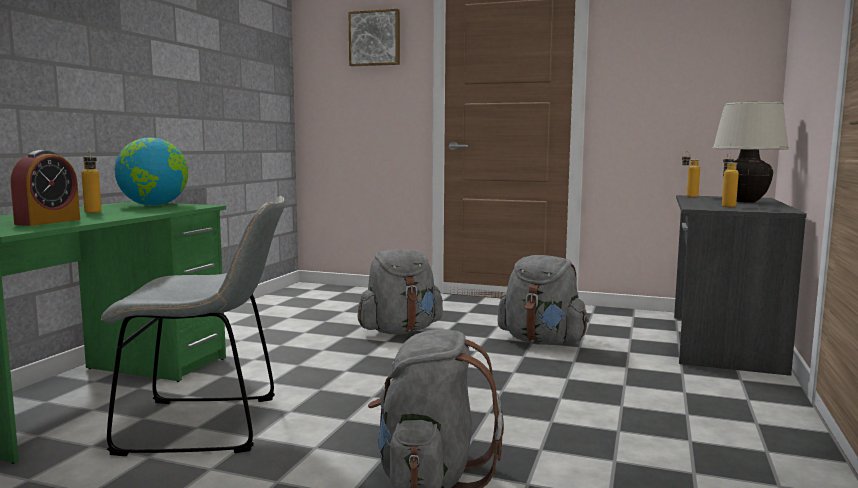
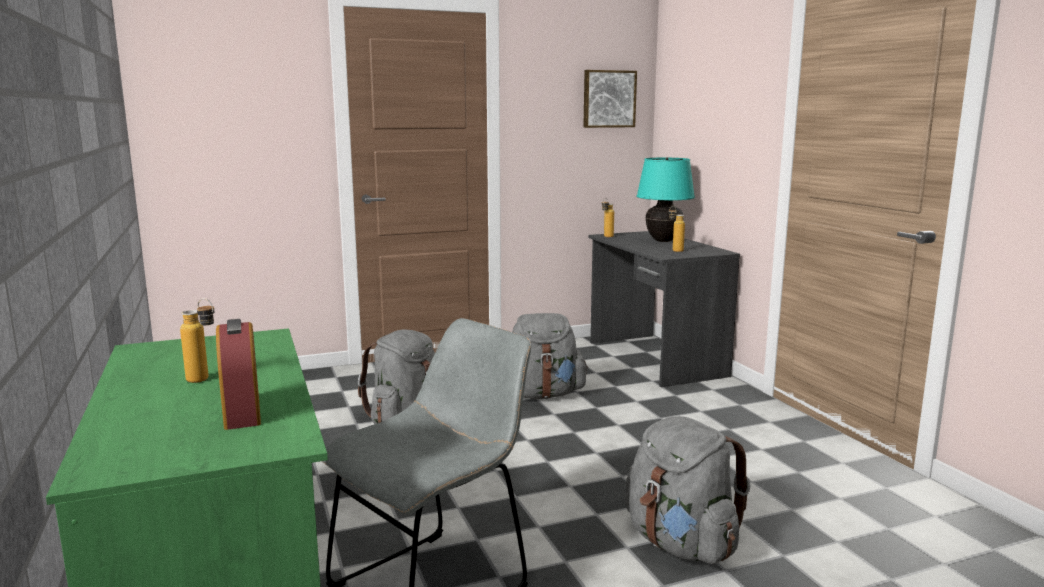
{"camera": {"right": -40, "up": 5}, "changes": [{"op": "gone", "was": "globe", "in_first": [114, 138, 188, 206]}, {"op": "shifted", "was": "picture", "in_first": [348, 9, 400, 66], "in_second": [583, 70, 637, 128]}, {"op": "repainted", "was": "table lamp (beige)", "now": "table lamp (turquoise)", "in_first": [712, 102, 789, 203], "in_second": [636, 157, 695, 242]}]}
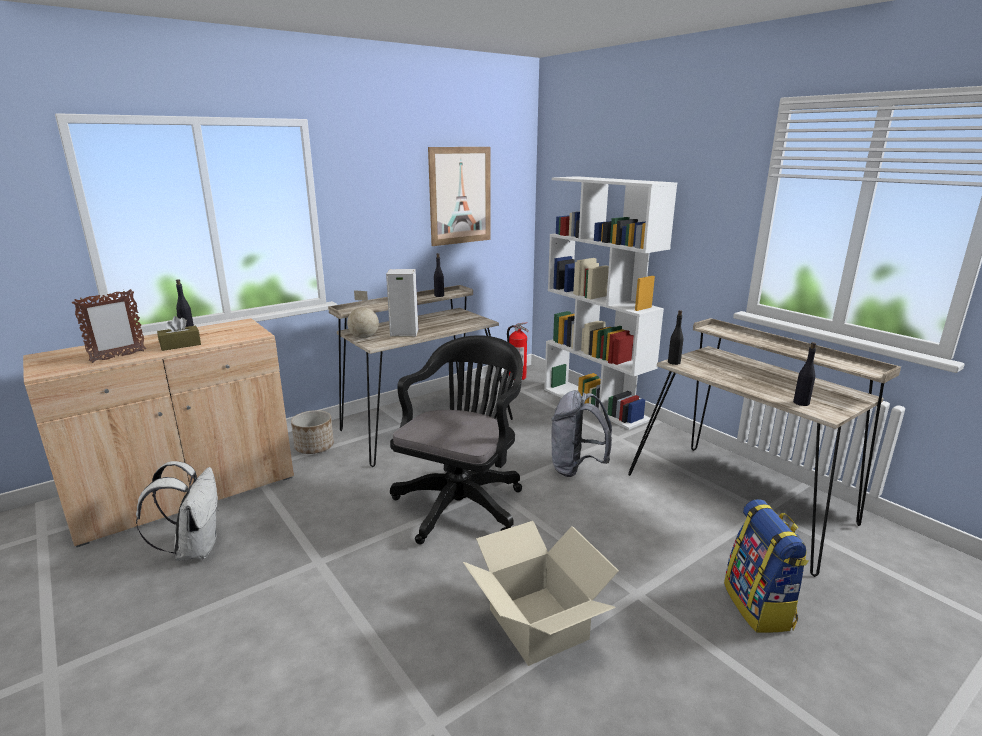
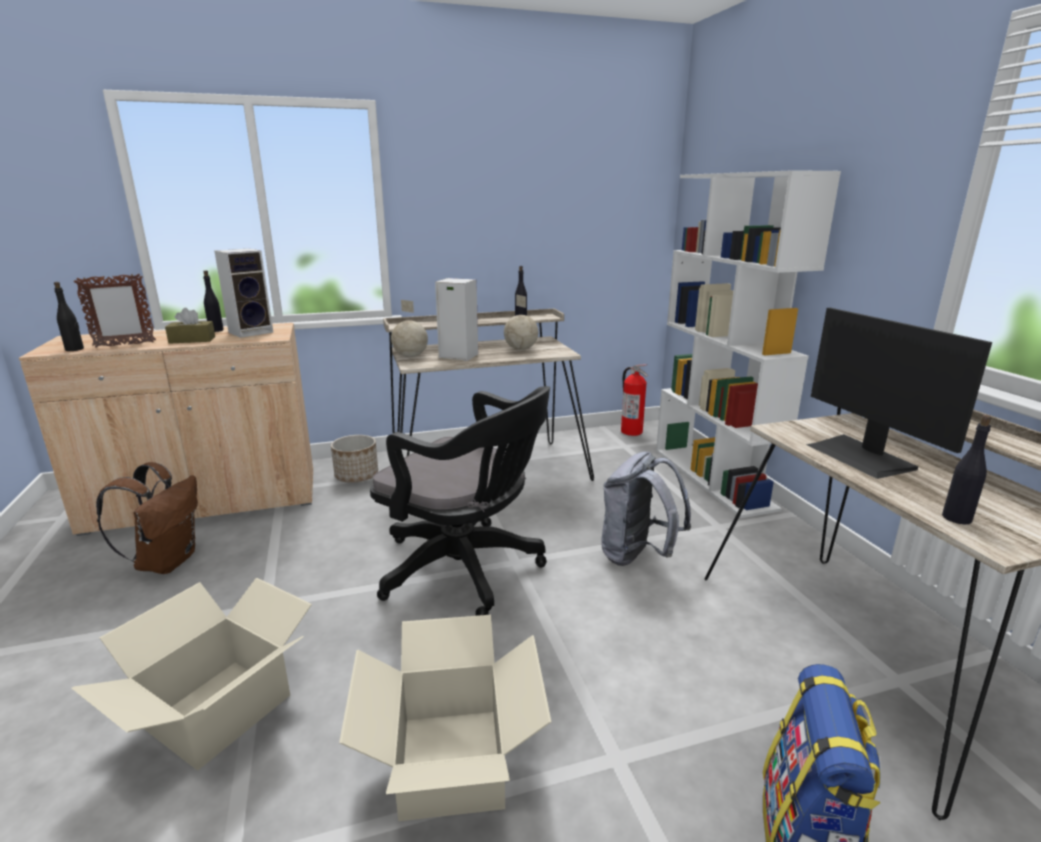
{"camera": {"right": 20, "up": 0}, "changes": [{"op": "gone", "was": "picture", "in_first": [428, 147, 491, 246]}, {"op": "new", "now": "cardboard box", "in_second": [72, 578, 312, 771]}, {"op": "new", "now": "speaker", "in_second": [214, 248, 273, 338]}, {"op": "new", "now": "globe", "in_second": [504, 294, 538, 350]}, {"op": "new", "now": "monitor", "in_second": [805, 308, 992, 479]}, {"op": "shifted", "was": "bottle (black)", "in_first": [668, 310, 683, 365], "in_second": [54, 282, 84, 351]}, {"op": "repainted", "was": "backpack (white)", "now": "backpack (brown)", "in_first": [136, 461, 219, 561], "in_second": [96, 462, 198, 574]}, {"op": "rotated", "was": "office chair (black)", "in_first": [390, 335, 523, 545], "in_second": [370, 386, 550, 616], "clockwise": 75}]}
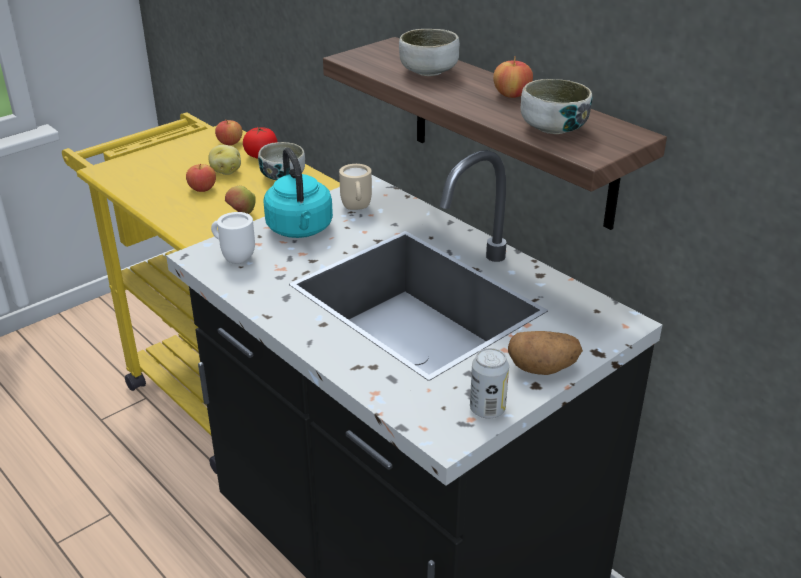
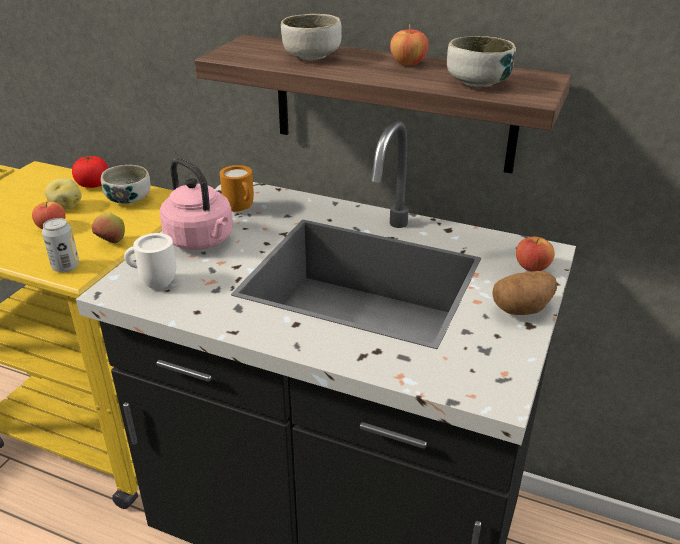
{"camera": {"right": -25, "up": 0}, "changes": [{"op": "shifted", "was": "apple", "in_first": [215, 119, 242, 145], "in_second": [516, 237, 555, 272]}, {"op": "shifted", "was": "can", "in_first": [470, 348, 509, 419], "in_second": [42, 218, 79, 272]}, {"op": "repainted", "was": "kettle (turquoise)", "now": "kettle (pink)", "in_first": [263, 147, 333, 238], "in_second": [159, 158, 233, 250]}, {"op": "repainted", "was": "mug (beige)", "now": "mug (orange)", "in_first": [339, 164, 372, 210], "in_second": [220, 165, 254, 212]}]}
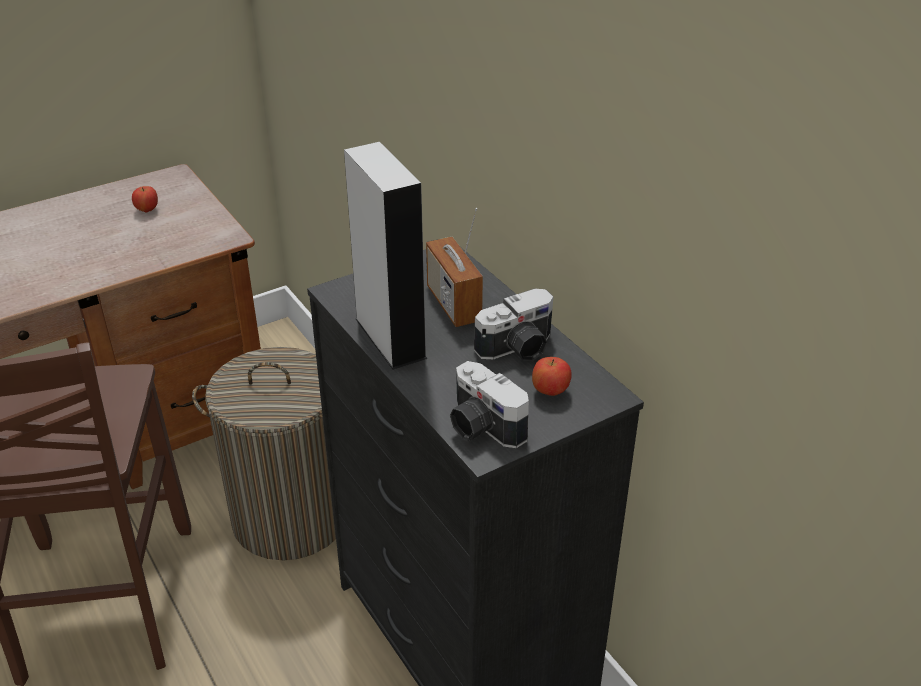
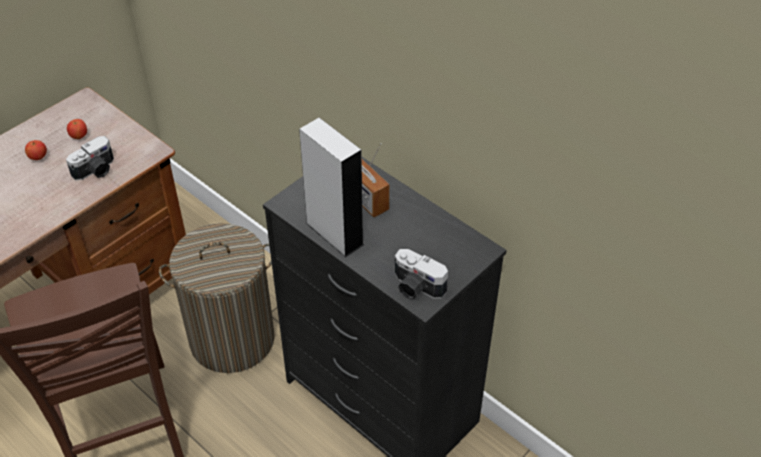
{"camera": {"right": -15, "up": 10}, "changes": [{"op": "shifted", "was": "photo camera", "in_first": [474, 289, 554, 361], "in_second": [66, 136, 114, 181]}, {"op": "shifted", "was": "apple", "in_first": [532, 357, 571, 396], "in_second": [25, 140, 47, 160]}]}
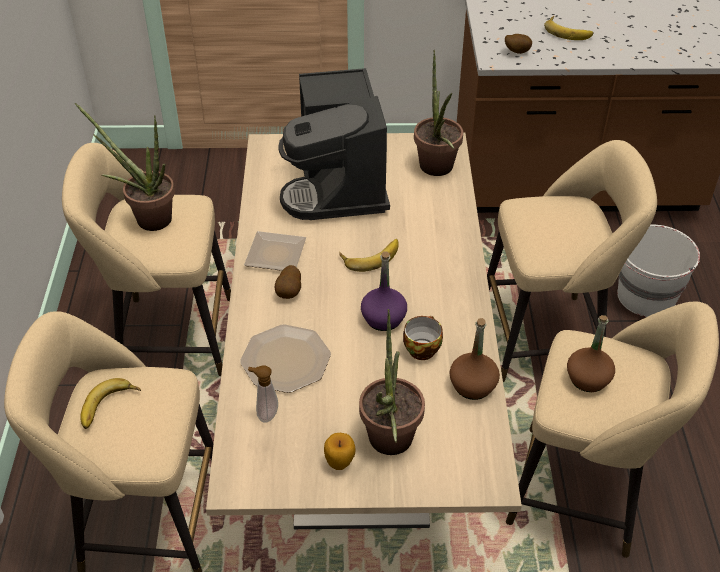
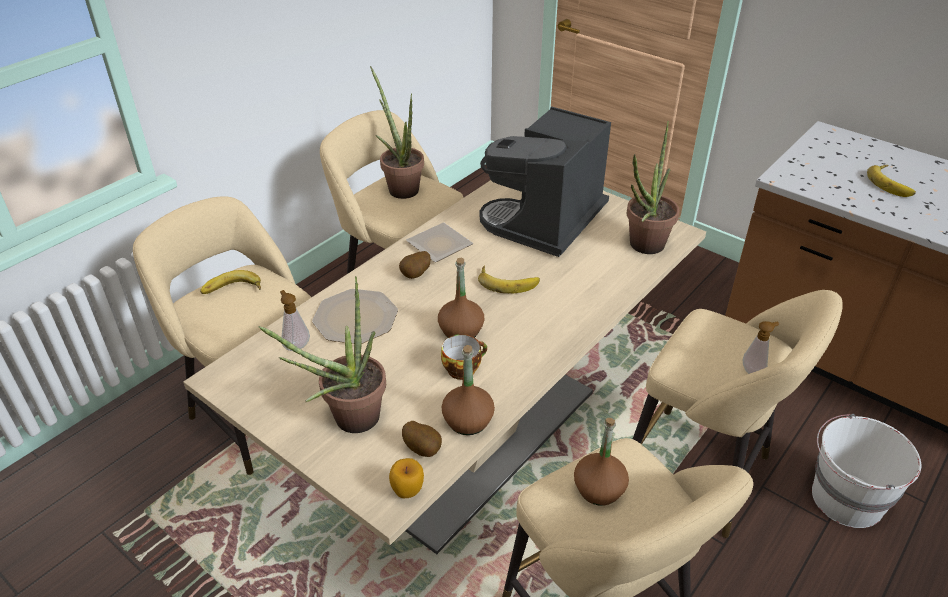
{"camera": {"right": 40, "up": -5}, "changes": [{"op": "new", "now": "soap dispenser", "in_second": [743, 321, 779, 374]}, {"op": "shifted", "was": "apple", "in_first": [324, 433, 355, 470], "in_second": [389, 458, 424, 498]}, {"op": "shifted", "was": "potato", "in_first": [505, 34, 532, 54], "in_second": [402, 421, 442, 457]}, {"op": "repainted", "was": "bottle (purple)", "now": "bottle (brown)", "in_first": [361, 251, 407, 331], "in_second": [438, 258, 485, 338]}]}
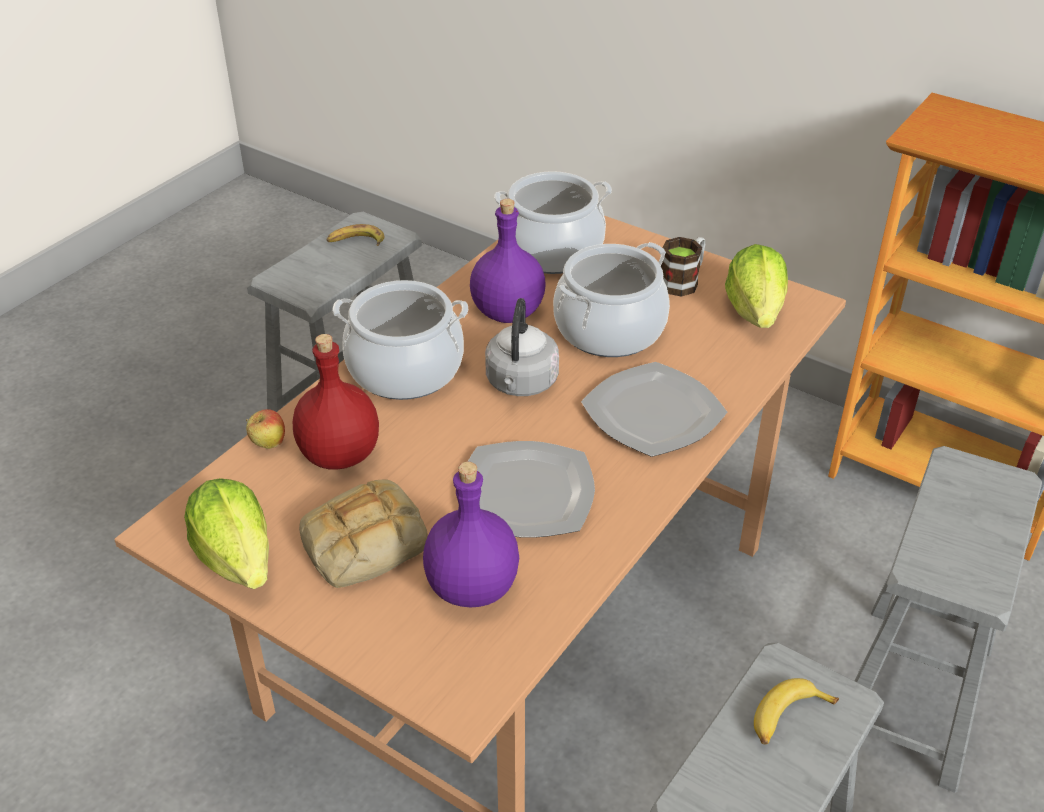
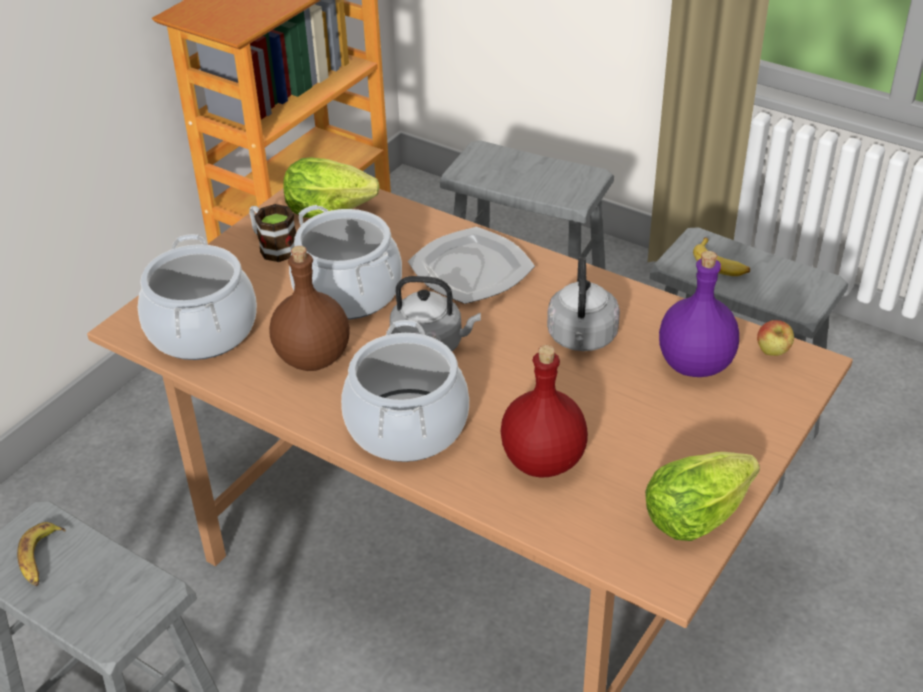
{"camera": {"right": -90, "up": 0}, "changes": [{"op": "gone", "was": "bread", "in_first": [299, 480, 428, 588]}, {"op": "shifted", "was": "apple", "in_first": [246, 409, 285, 449], "in_second": [757, 320, 794, 356]}, {"op": "swapped", "was": "plate", "now": "kettle (grey)", "in_first": [468, 441, 595, 538], "in_second": [547, 257, 620, 351]}, {"op": "repainted", "was": "bottle (purple)", "now": "bottle (brown)", "in_first": [470, 199, 545, 323], "in_second": [269, 246, 350, 371]}]}
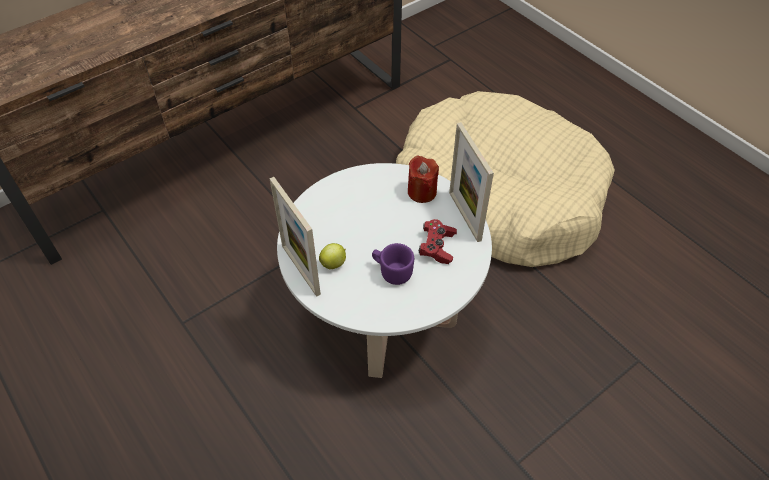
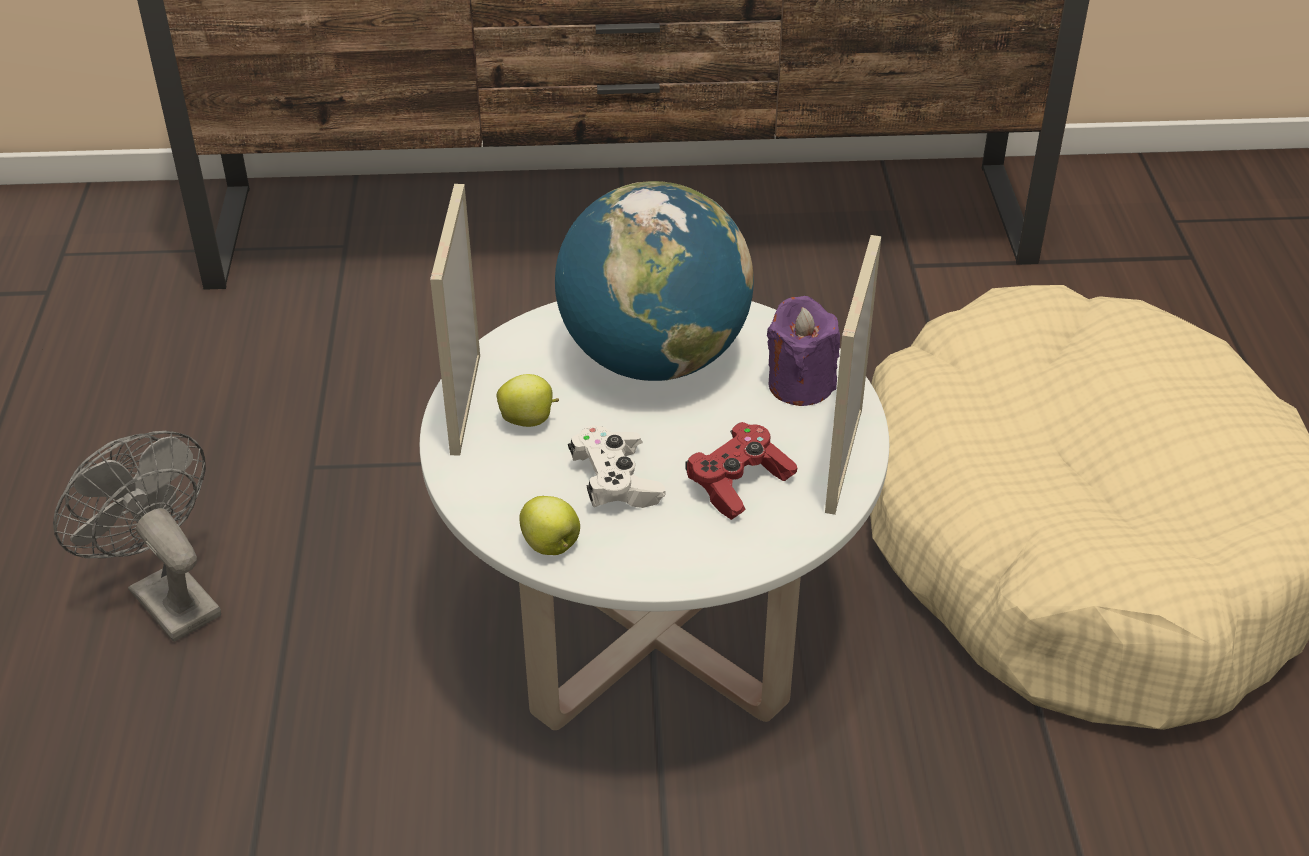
{"camera": {"right": 35, "up": -10}, "changes": [{"op": "new", "now": "fan (grey)", "in_second": [53, 431, 221, 642]}, {"op": "new", "now": "apple", "in_second": [519, 496, 580, 555]}, {"op": "new", "now": "globe", "in_second": [555, 181, 754, 381]}, {"op": "swapped", "was": "mug (purple)", "now": "game controller (white)", "in_first": [372, 243, 414, 285], "in_second": [568, 425, 665, 508]}, {"op": "repainted", "was": "candle (red)", "now": "candle (purple)", "in_first": [408, 156, 439, 203], "in_second": [767, 296, 840, 406]}]}
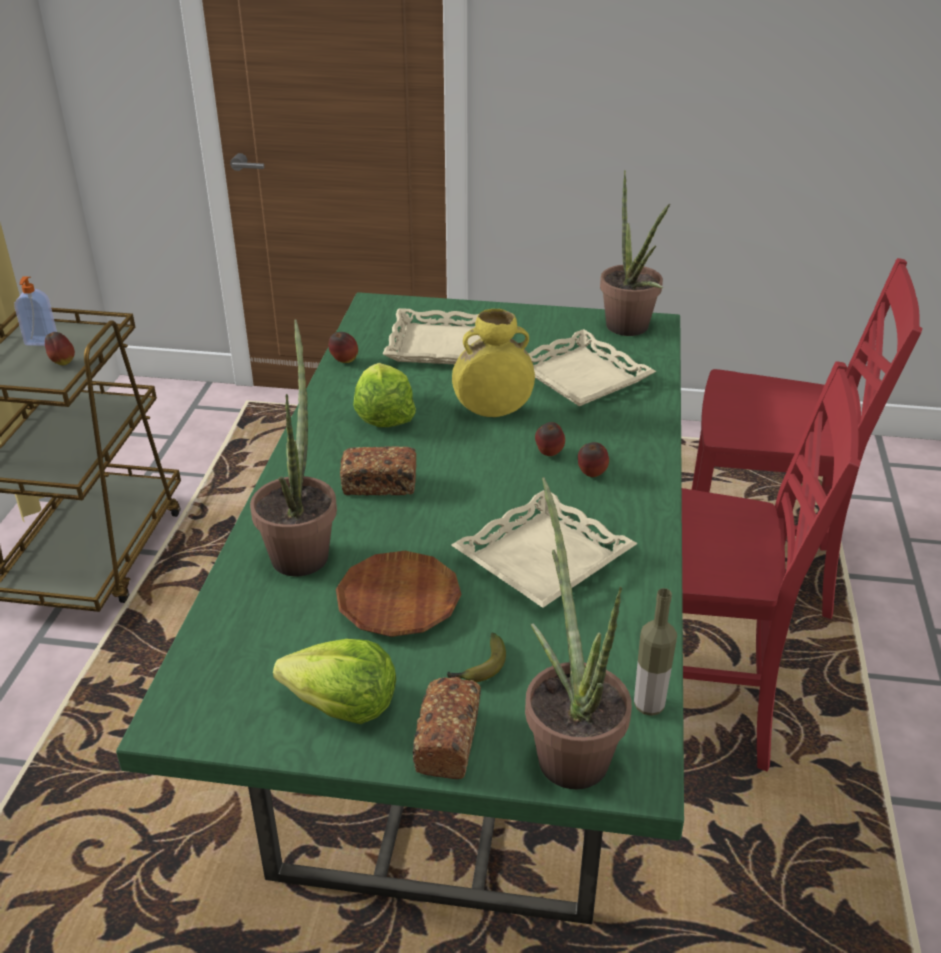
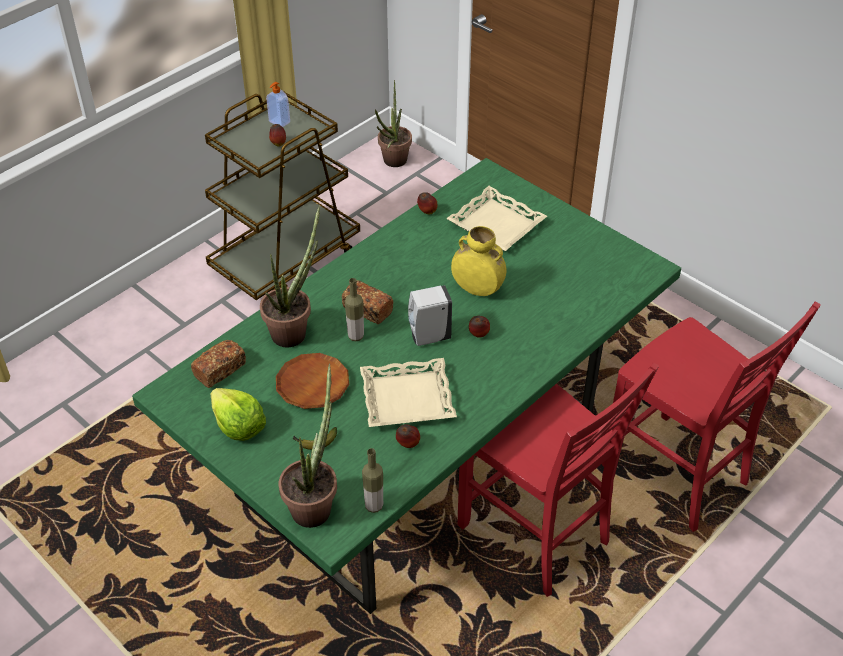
{"camera": {"right": 35, "up": 10}, "changes": [{"op": "gone", "was": "lettuce", "in_first": [353, 363, 416, 427]}, {"op": "gone", "was": "tray (beige)", "in_first": [528, 329, 656, 406]}, {"op": "new", "now": "bottle", "in_second": [345, 278, 364, 341]}, {"op": "new", "now": "soap dispenser (white)", "in_second": [408, 285, 452, 346]}, {"op": "shifted", "was": "bread", "in_first": [413, 677, 481, 779], "in_second": [191, 340, 246, 388]}, {"op": "shifted", "was": "apple", "in_first": [578, 442, 609, 477], "in_second": [396, 424, 420, 448]}, {"op": "shifted", "was": "potted plant", "in_first": [600, 170, 670, 336], "in_second": [375, 80, 412, 167]}]}
